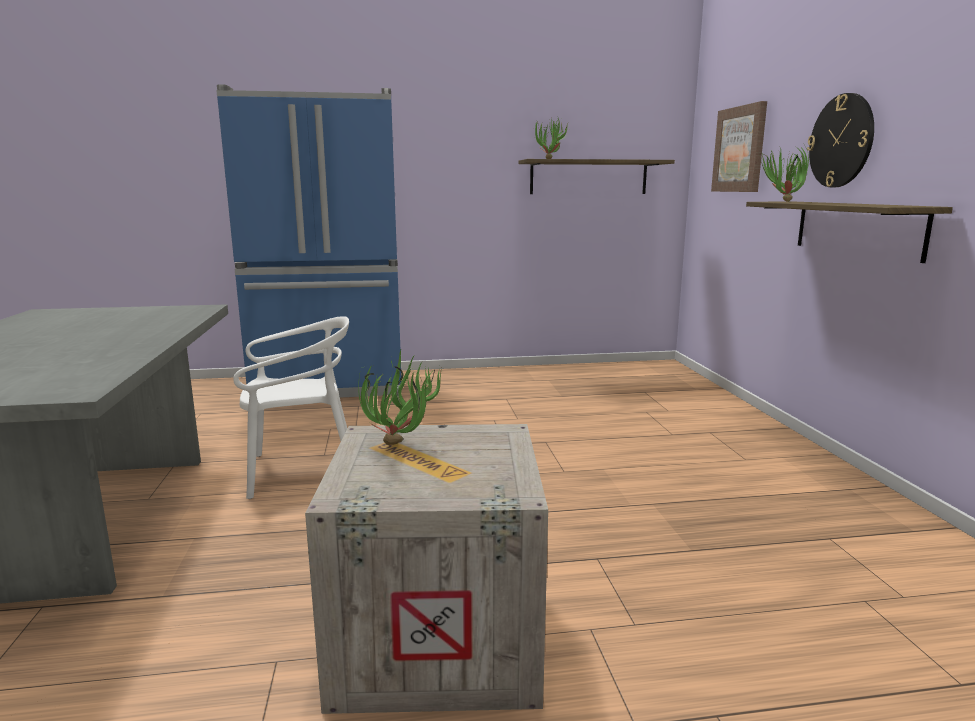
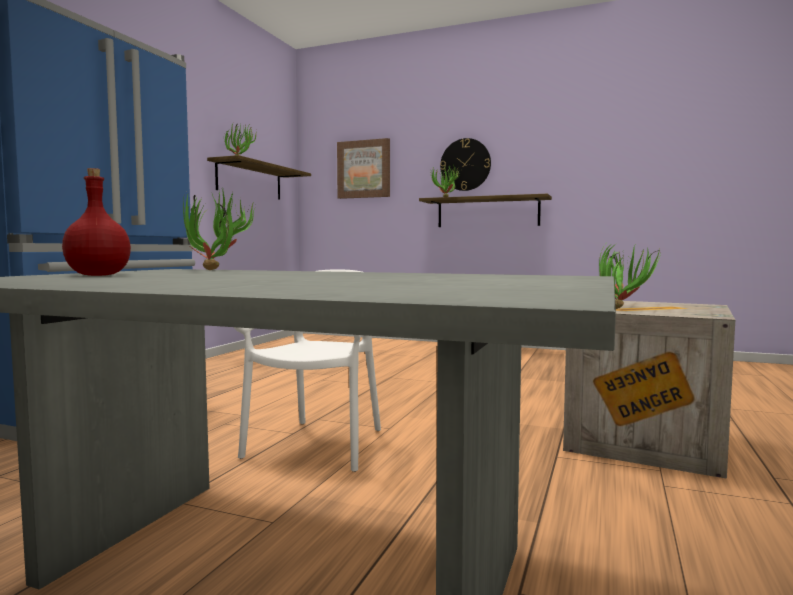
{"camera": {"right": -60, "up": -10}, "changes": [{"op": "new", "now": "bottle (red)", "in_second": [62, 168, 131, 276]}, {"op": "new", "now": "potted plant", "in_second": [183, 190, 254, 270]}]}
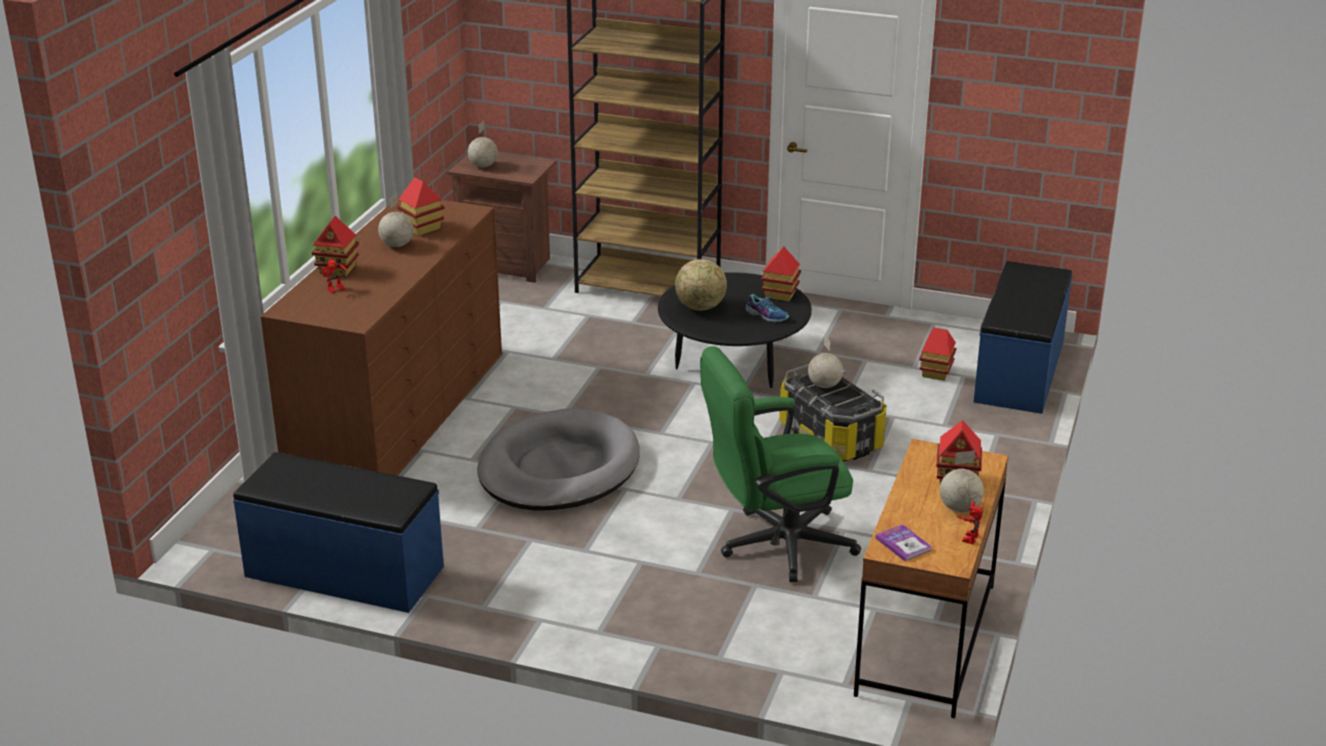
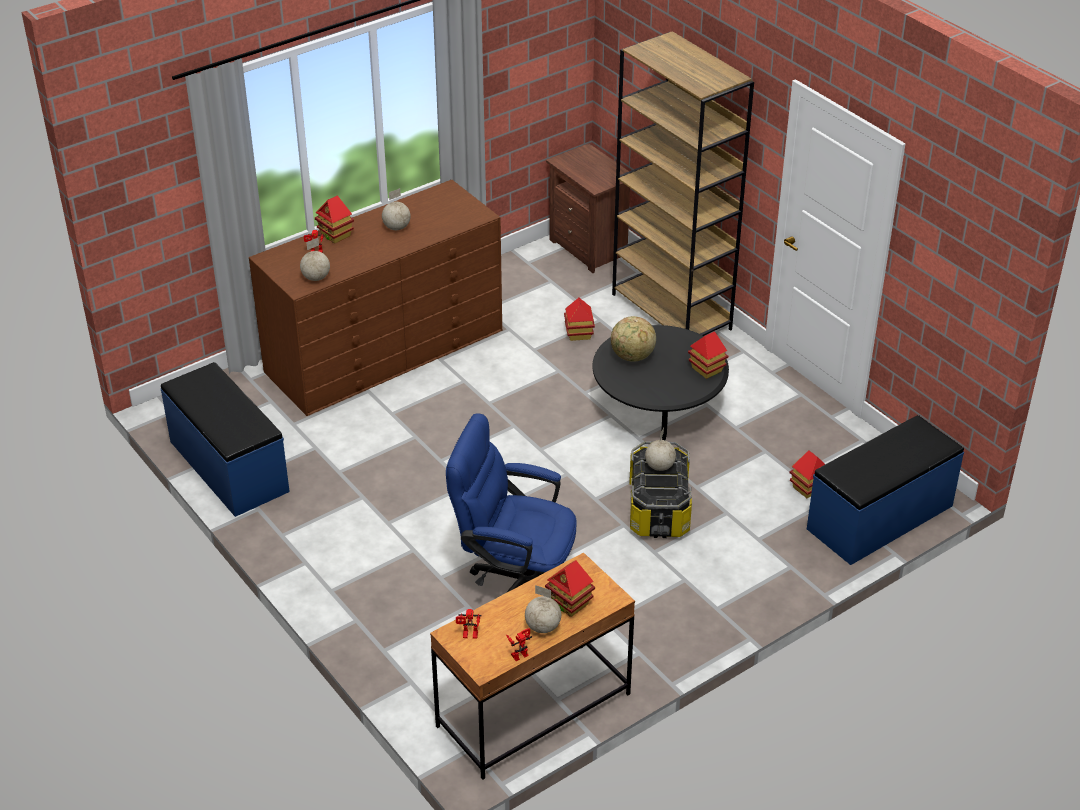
{"camera": {"right": 35, "up": 10}, "changes": [{"op": "gone", "was": "dog bed (grey)", "in_first": [477, 408, 640, 511]}, {"op": "gone", "was": "shoe", "in_first": [745, 293, 789, 323]}, {"op": "shifted", "was": "toy house", "in_first": [397, 177, 445, 236], "in_second": [564, 298, 595, 341]}, {"op": "shifted", "was": "globe", "in_first": [468, 120, 498, 167], "in_second": [300, 238, 330, 281]}, {"op": "swapped", "was": "book", "now": "toy robot", "in_first": [875, 524, 932, 561], "in_second": [456, 609, 482, 639]}, {"op": "repainted", "was": "office chair (green)", "now": "office chair (blue)", "in_first": [700, 346, 861, 582], "in_second": [446, 413, 577, 593]}]}
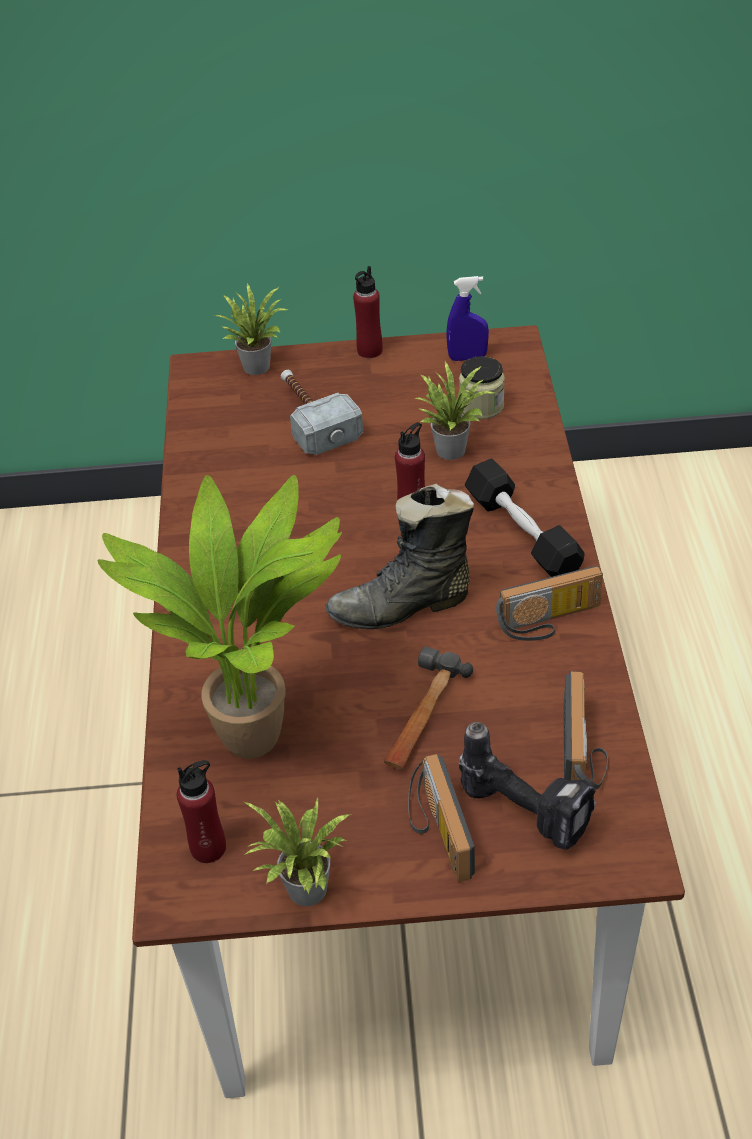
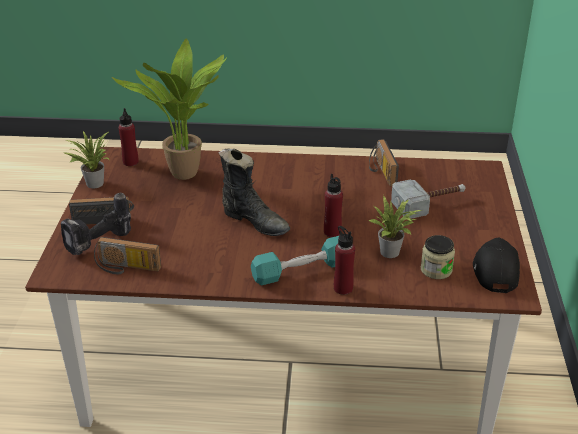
{"camera": {"right": 95, "up": -10}, "changes": [{"op": "gone", "was": "potted plant", "in_first": [216, 284, 288, 375]}, {"op": "gone", "was": "hammer", "in_first": [384, 646, 473, 769]}, {"op": "shifted", "was": "bottle (red)", "in_first": [353, 266, 383, 358], "in_second": [334, 226, 355, 295]}, {"op": "shifted", "was": "radio", "in_first": [496, 566, 603, 641], "in_second": [369, 139, 399, 186]}, {"op": "swapped", "was": "spray bottle (blue)", "now": "cap (black)", "in_first": [446, 276, 489, 361], "in_second": [473, 237, 520, 293]}, {"op": "repainted", "was": "dumbbell (black)", "now": "dumbbell (turquoise)", "in_first": [465, 458, 585, 577], "in_second": [251, 236, 339, 285]}, {"op": "rotated", "was": "boot (black)", "in_first": [325, 484, 475, 629], "in_second": [218, 149, 290, 236], "clockwise": 135}]}
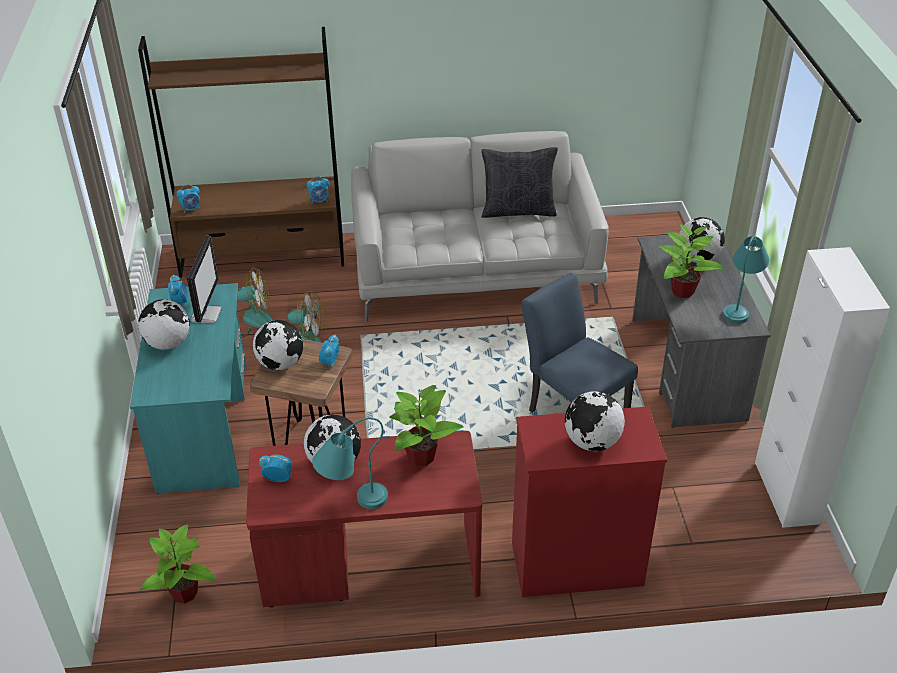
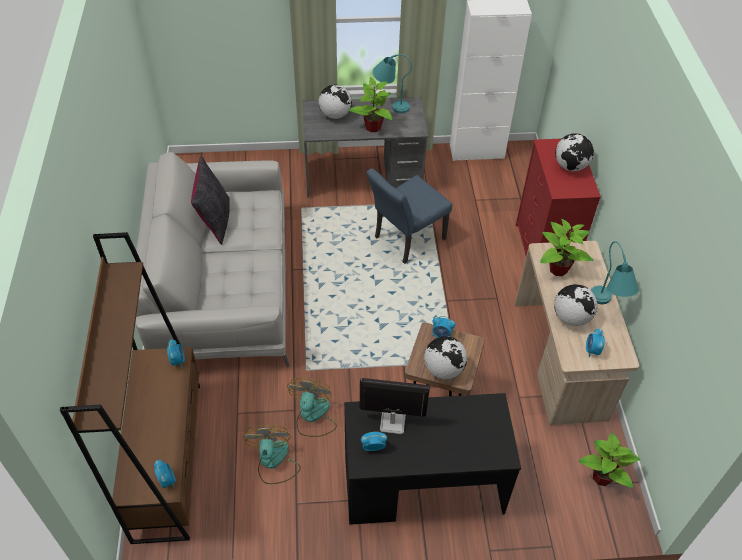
{"camera": {"right": -90, "up": 10}, "changes": [{"op": "gone", "was": "globe", "in_first": [138, 299, 190, 350]}, {"op": "repainted", "was": "desk (turquoise)", "now": "desk (black)", "in_first": [130, 283, 246, 494], "in_second": [344, 393, 521, 525]}, {"op": "repainted", "was": "desk (red)", "now": "desk (beige)", "in_first": [246, 431, 482, 607], "in_second": [514, 241, 639, 425]}]}
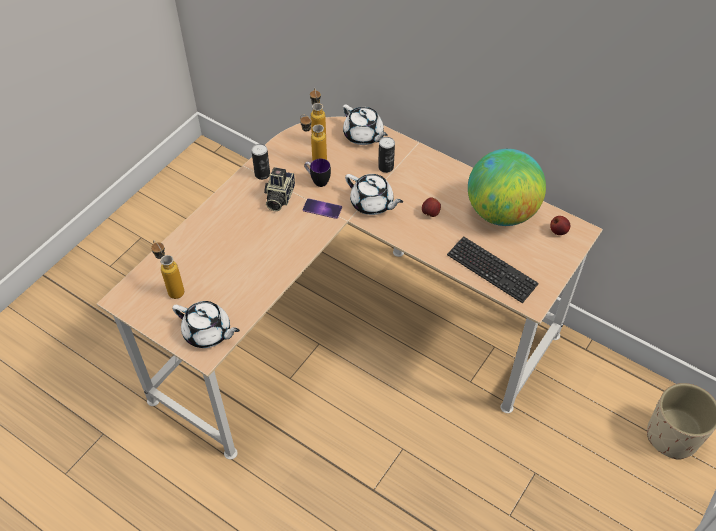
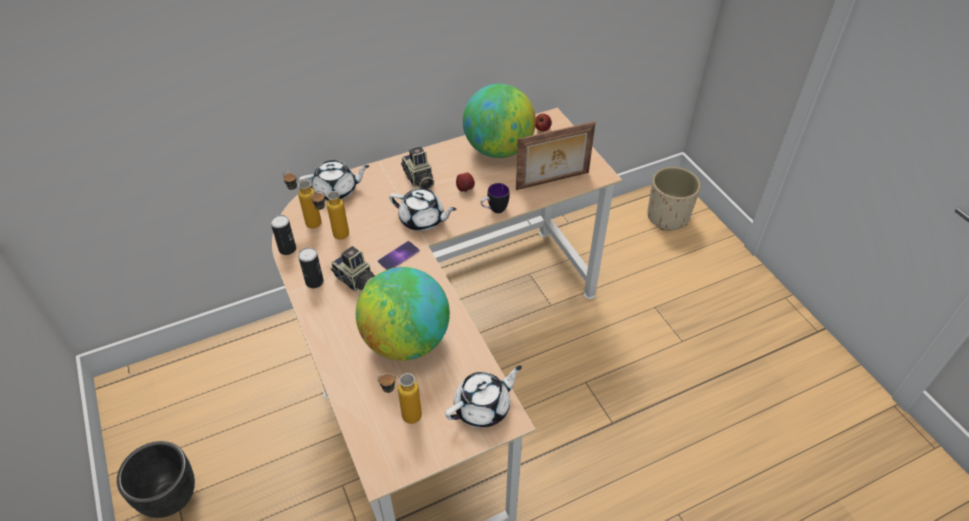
{"camera": {"right": -60, "up": -5}, "changes": [{"op": "new", "now": "planter (black)", "in_second": [117, 441, 195, 518]}, {"op": "new", "now": "globe", "in_second": [356, 267, 450, 361]}, {"op": "new", "now": "photo camera", "in_second": [401, 146, 434, 189]}, {"op": "shifted", "was": "mug", "in_first": [304, 159, 331, 187], "in_second": [481, 183, 509, 213]}, {"op": "shifted", "was": "can", "in_first": [378, 137, 395, 173], "in_second": [271, 215, 296, 255]}, {"op": "swapped", "was": "keyboard", "now": "picture frame", "in_first": [447, 236, 539, 303], "in_second": [516, 121, 596, 190]}, {"op": "rotated", "was": "teapot (white)", "in_first": [345, 174, 403, 215], "in_second": [389, 188, 457, 231], "clockwise": 45}]}
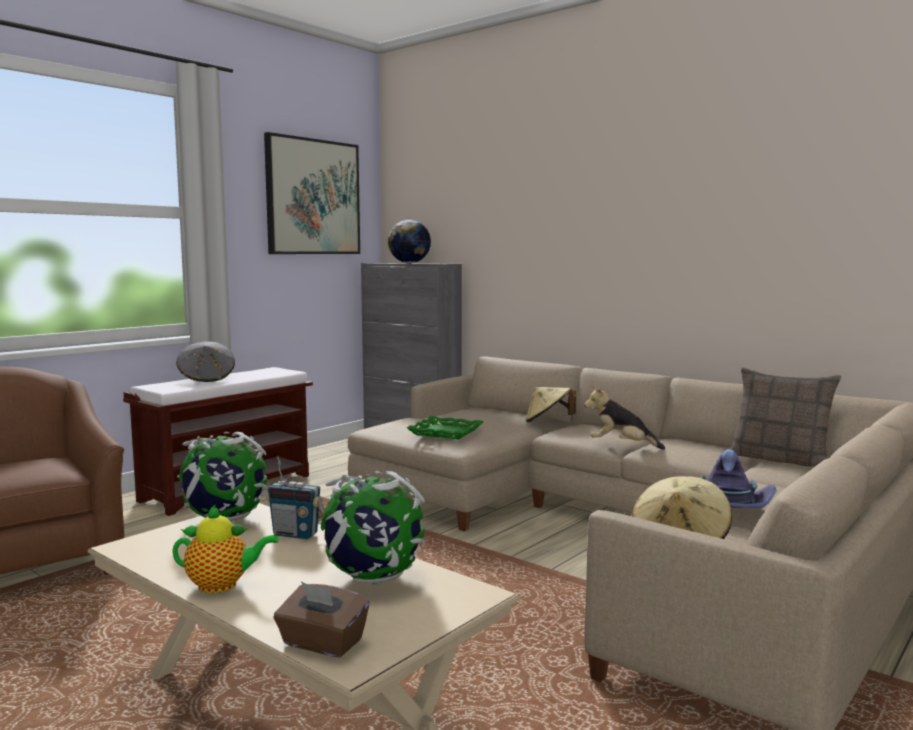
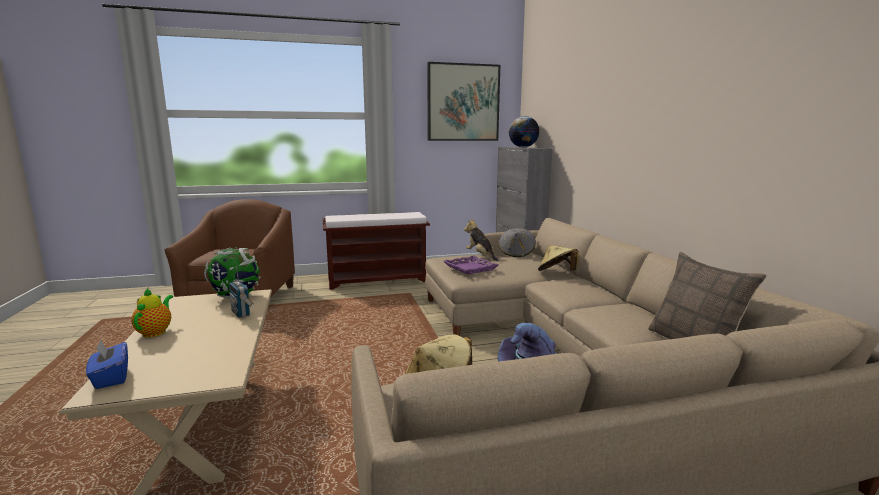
{"camera": {"right": 35, "up": 5}, "changes": [{"op": "gone", "was": "globe", "in_first": [319, 471, 425, 585]}, {"op": "shifted", "was": "hat (grey)", "in_first": [176, 341, 235, 382], "in_second": [498, 228, 536, 257]}, {"op": "shifted", "was": "plush toy", "in_first": [584, 386, 665, 450], "in_second": [464, 219, 498, 261]}, {"op": "repainted", "was": "tissue box (brown)", "now": "tissue box (blue)", "in_first": [273, 582, 370, 657], "in_second": [86, 340, 128, 389]}, {"op": "repainted", "was": "tray (green)", "now": "tray (purple)", "in_first": [407, 416, 484, 440], "in_second": [443, 255, 499, 275]}, {"op": "rotated", "was": "teapot", "in_first": [172, 504, 279, 593], "in_second": [131, 288, 173, 338], "clockwise": -120}]}
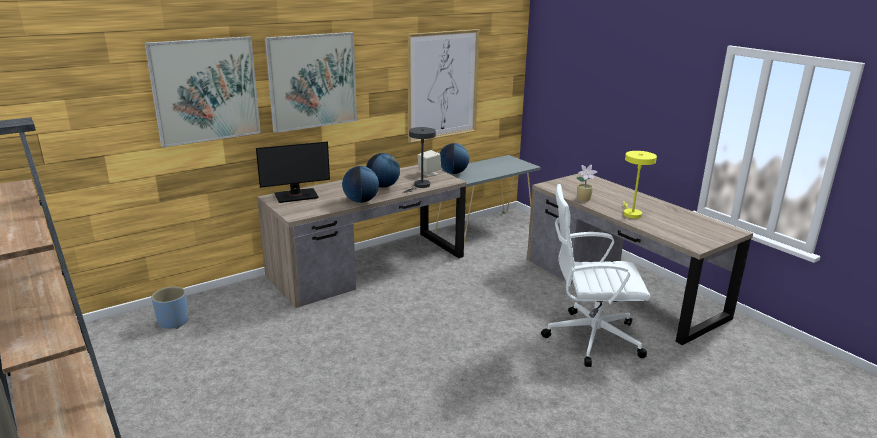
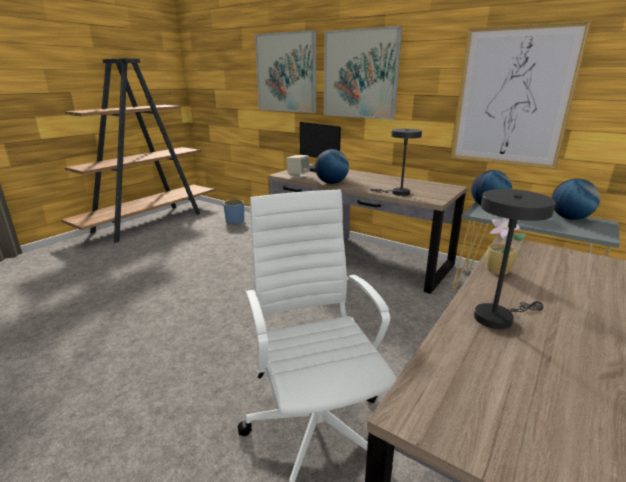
{"camera": {"right": 70, "up": 0}, "changes": [{"op": "shifted", "was": "globe", "in_first": [366, 153, 400, 188], "in_second": [552, 179, 600, 220]}, {"op": "shifted", "was": "speaker (beige)", "in_first": [418, 150, 441, 176], "in_second": [286, 155, 310, 179]}, {"op": "repainted", "was": "table lamp (yellow)", "now": "table lamp (grey)", "in_first": [623, 151, 657, 219], "in_second": [474, 189, 556, 329]}]}
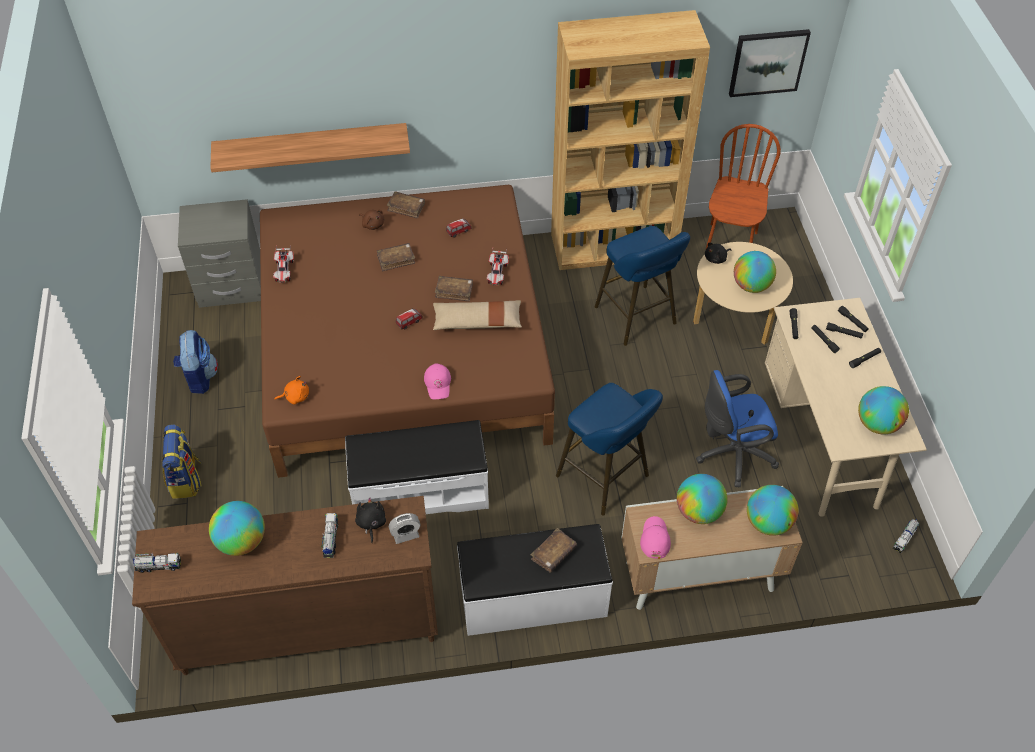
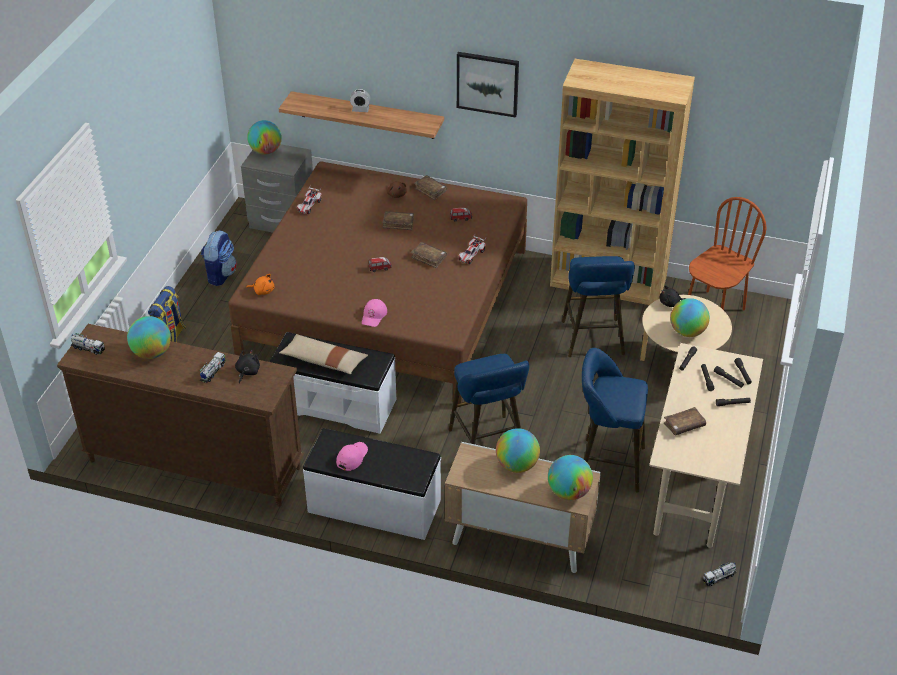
{"camera": {"right": 25, "up": -10}, "changes": [{"op": "shifted", "was": "alarm clock", "in_first": [389, 513, 420, 544], "in_second": [350, 89, 371, 112]}, {"op": "shifted", "was": "pillow (beige)", "in_first": [433, 300, 522, 330], "in_second": [279, 334, 368, 374]}, {"op": "shifted", "was": "book (brown)", "in_first": [530, 528, 577, 573], "in_second": [664, 407, 706, 435]}, {"op": "shifted", "was": "cap (pink)", "in_first": [640, 516, 671, 559], "in_second": [336, 442, 368, 471]}, {"op": "shifted", "was": "picture", "in_first": [729, 29, 811, 97], "in_second": [457, 52, 519, 118]}, {"op": "shifted", "was": "globe", "in_first": [858, 386, 909, 434], "in_second": [247, 120, 282, 155]}, {"op": "swapped", "was": "office chair (blue)", "now": "stool (blue)", "in_first": [696, 370, 779, 487], "in_second": [582, 348, 648, 493]}]}
